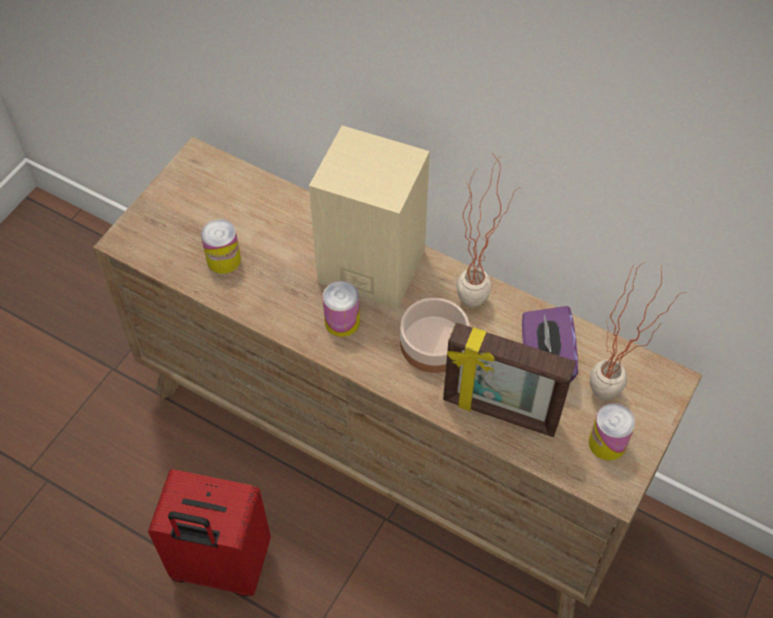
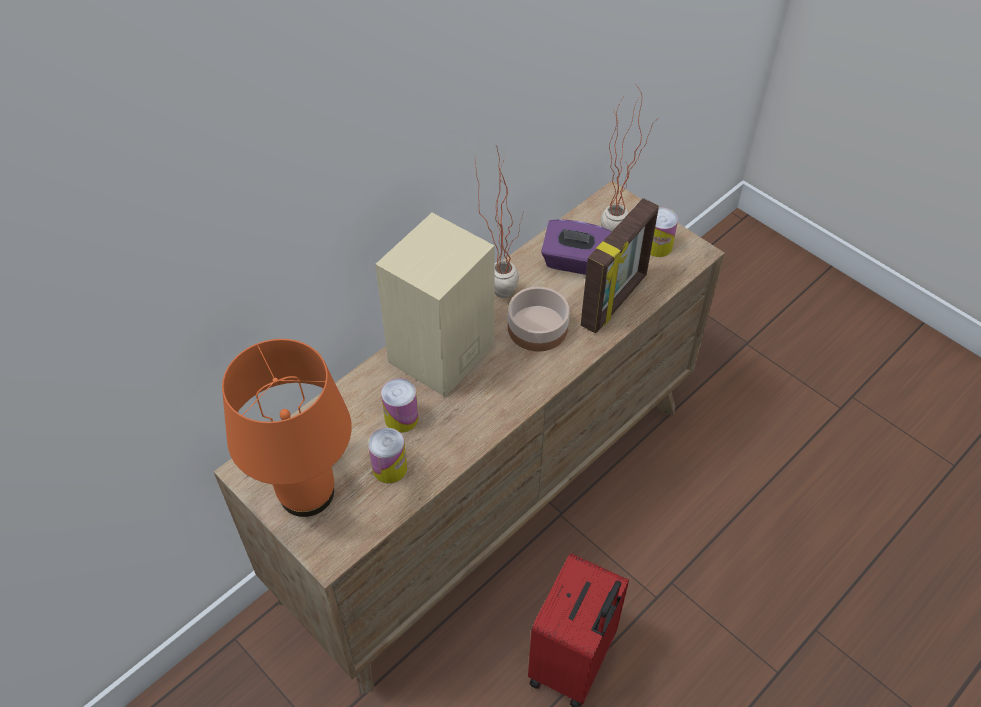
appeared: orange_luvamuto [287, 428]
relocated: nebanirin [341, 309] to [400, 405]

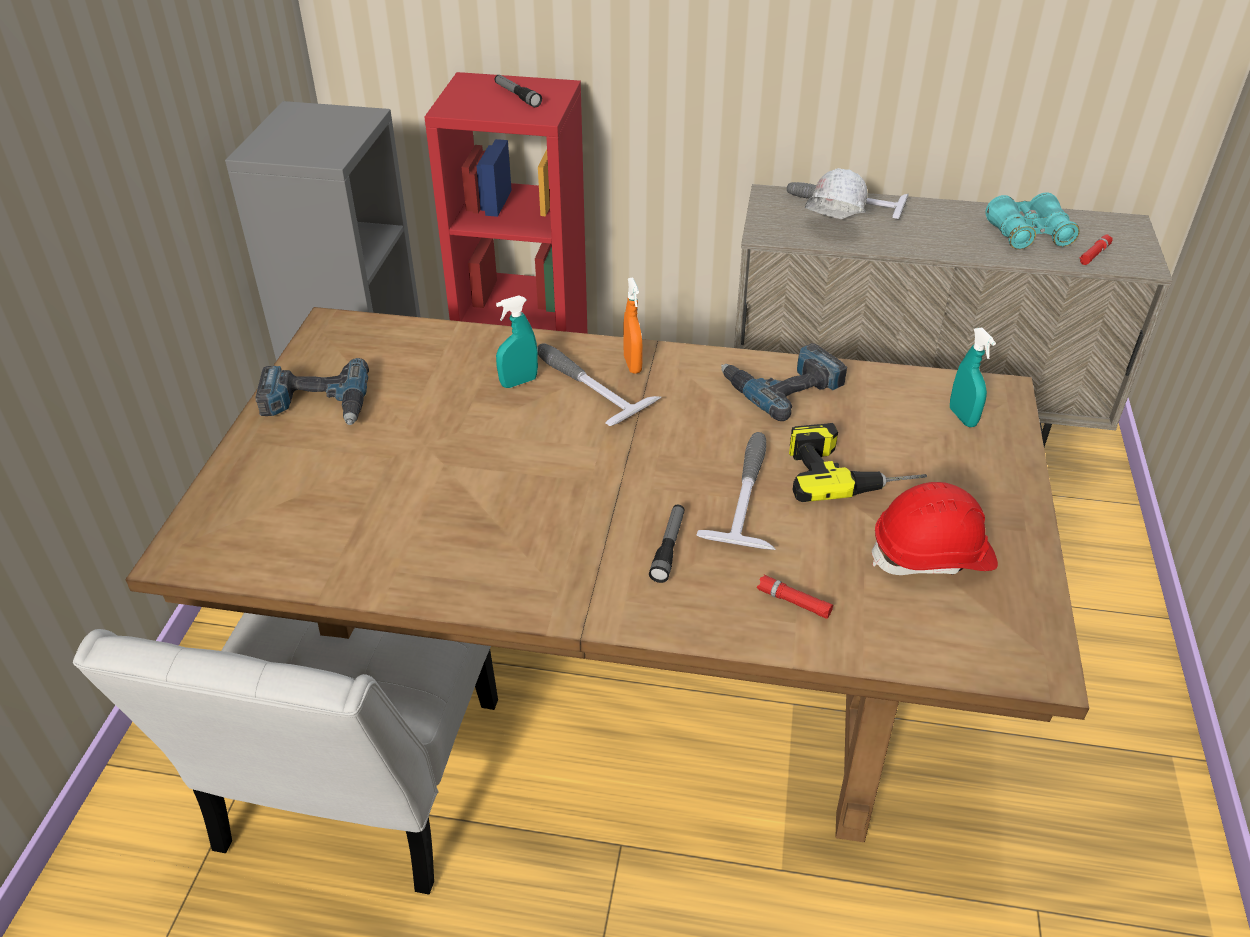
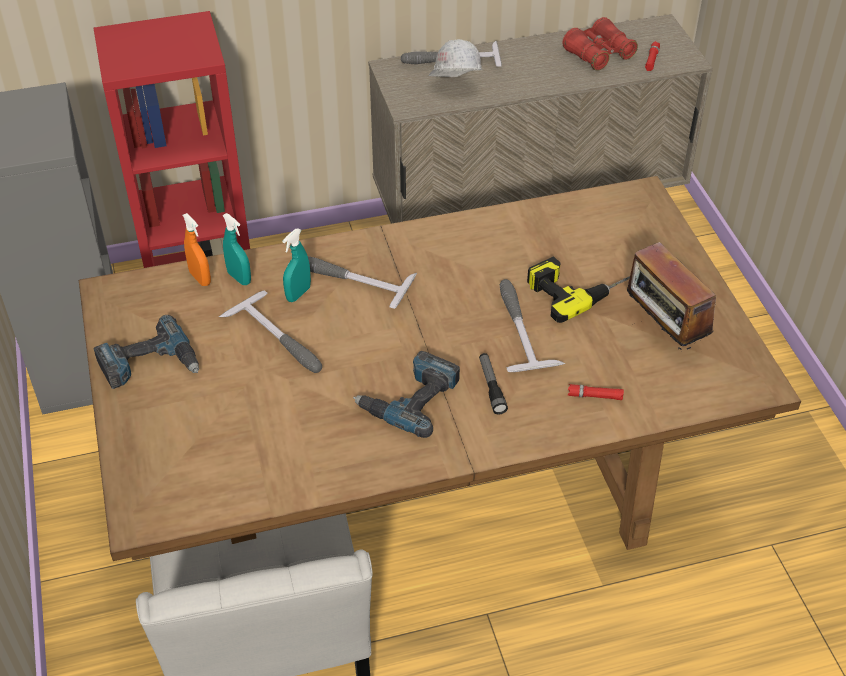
missing: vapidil [518, 91]
appeared: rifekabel [270, 331]
relocated: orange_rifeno [633, 325] to [197, 249]; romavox [784, 382] to [406, 394]; turquoise_rifeno [973, 377] to [236, 249]
exchanged: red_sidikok [935, 528] to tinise [671, 297]
colour: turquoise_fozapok [1032, 221] to red_fozapok [600, 44]

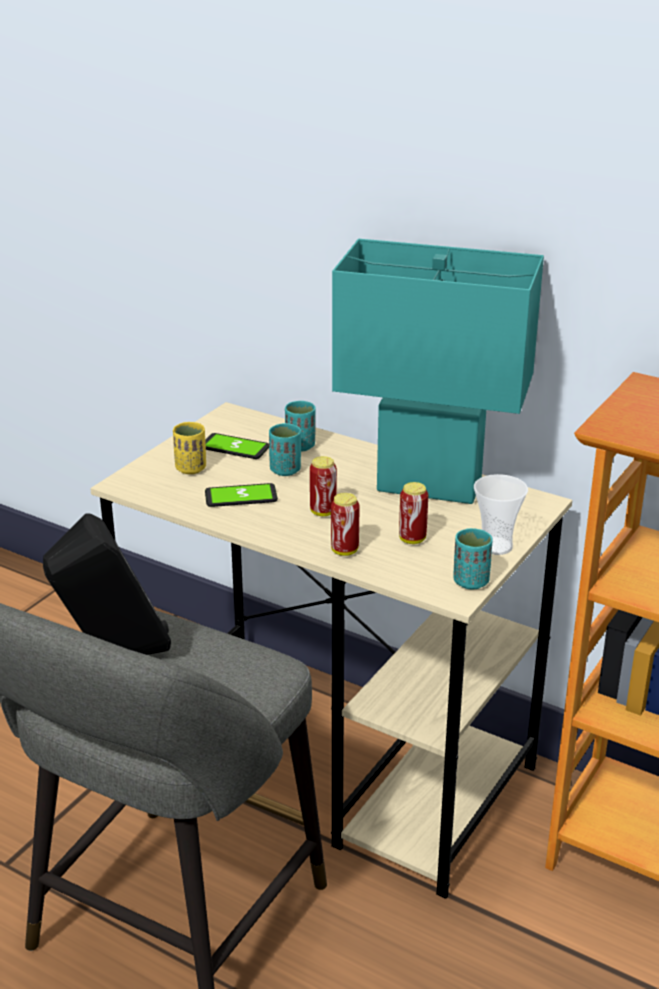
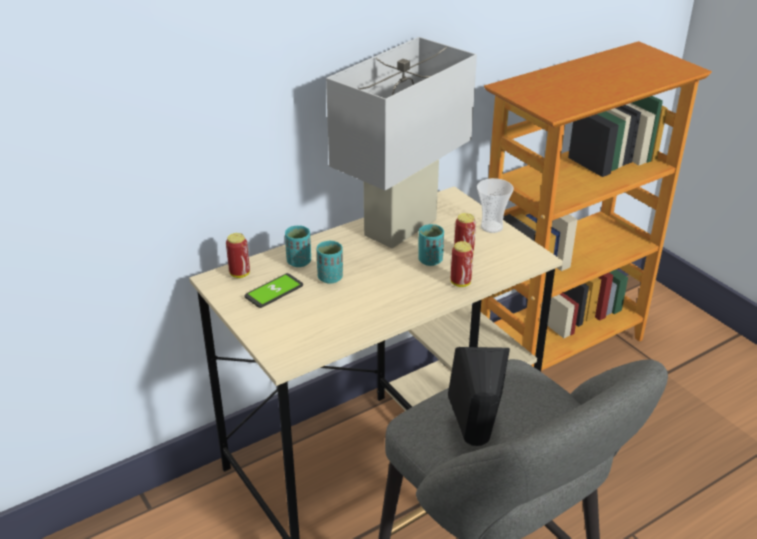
missing: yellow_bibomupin [189, 448]; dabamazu [241, 495]
relocated: nebanirin [323, 486] to [238, 255]; turquoise_bibomupin [473, 558] to [431, 245]
colour: turquoise_luvamuto [438, 371] to white_luvamuto [401, 142]

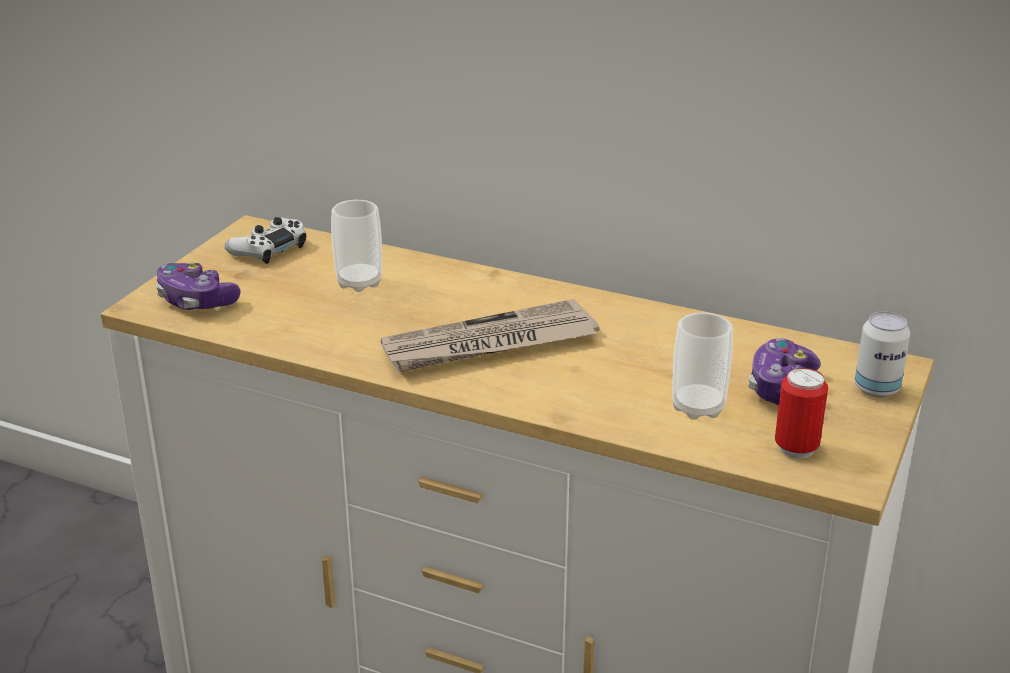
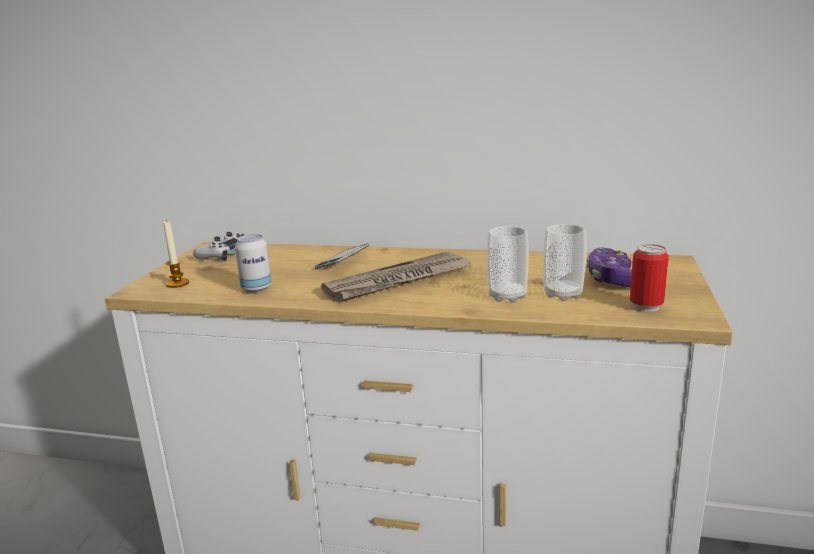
appeared: dabamazu [342, 256]
relocated: bibomupin [356, 246] to [508, 264]; nebanirin [882, 354] to [253, 263]
exchanged: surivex [198, 286] to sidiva [176, 254]

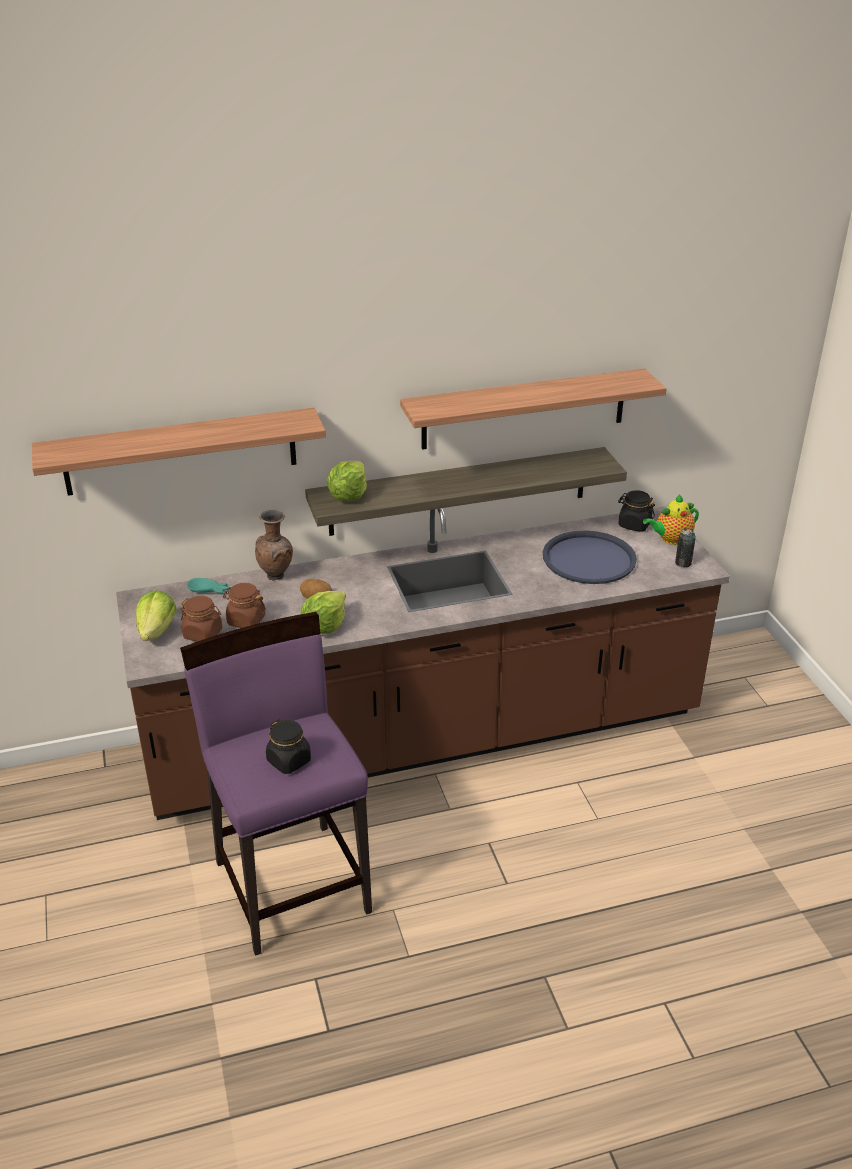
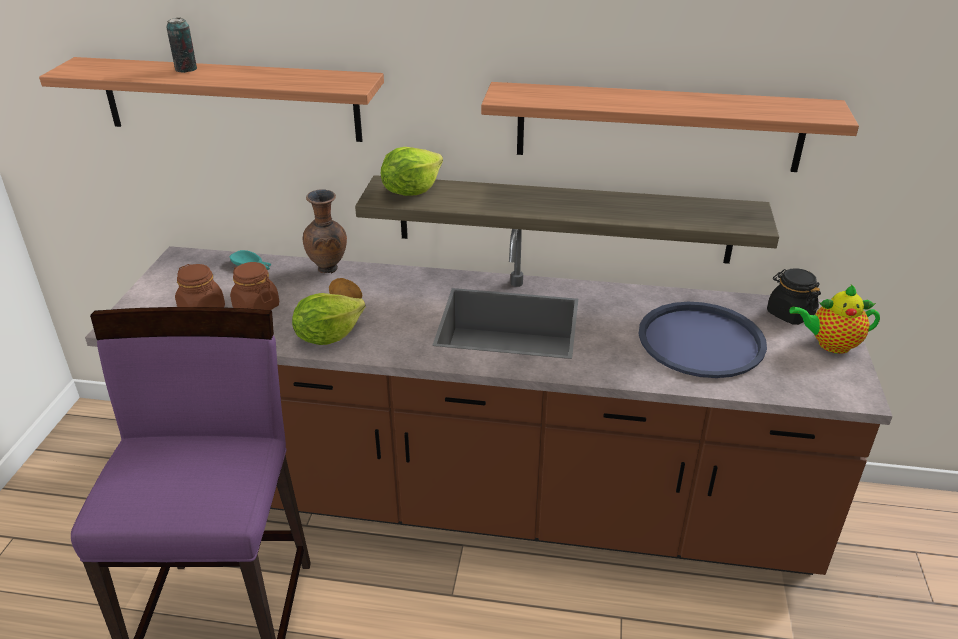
missing: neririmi [156, 616]; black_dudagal [288, 746]
relocated: nebanirin [685, 548] to [181, 45]

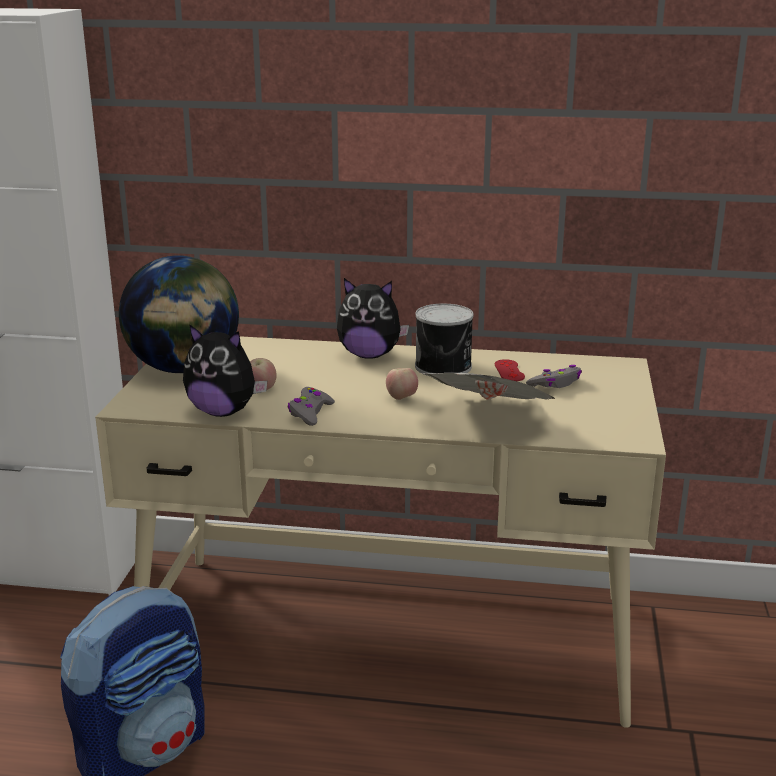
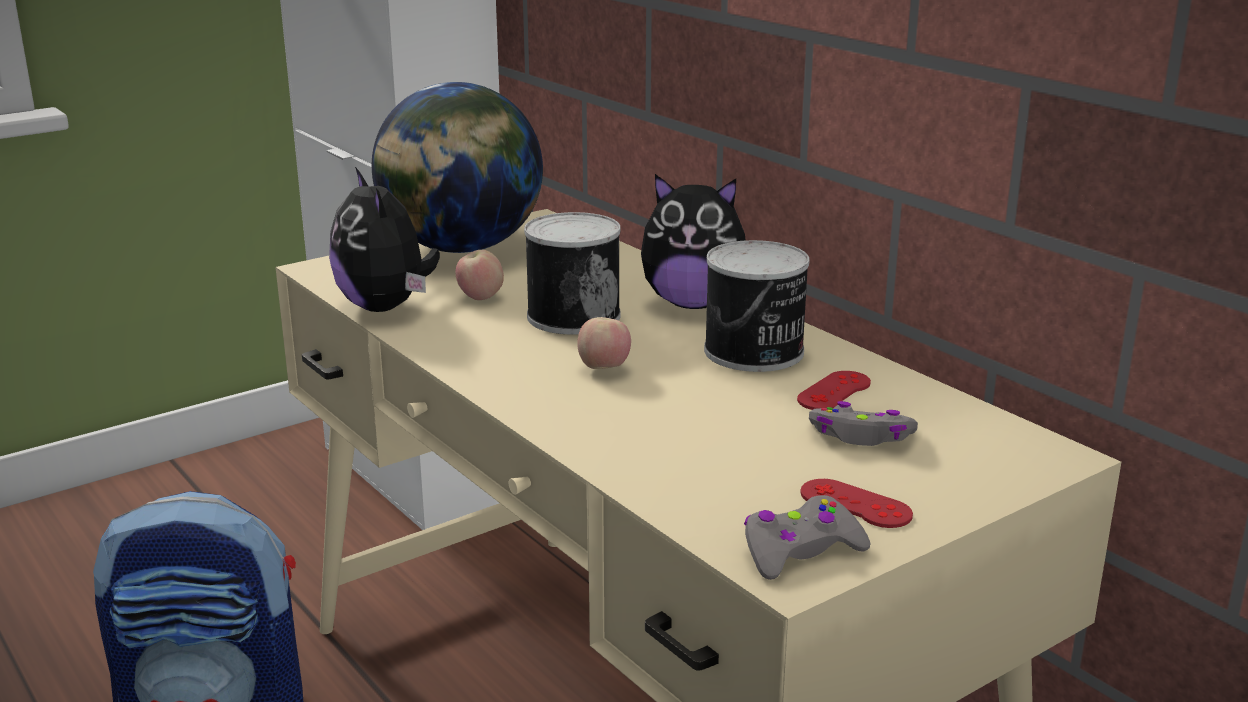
missing: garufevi [488, 386]
appeared: nebanirin [572, 273]; red_surivex [856, 503]
relocated: grey_surivex [311, 406] to [807, 537]
spun: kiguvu [373, 318] = [693, 241] 45 degrees counterclockwise

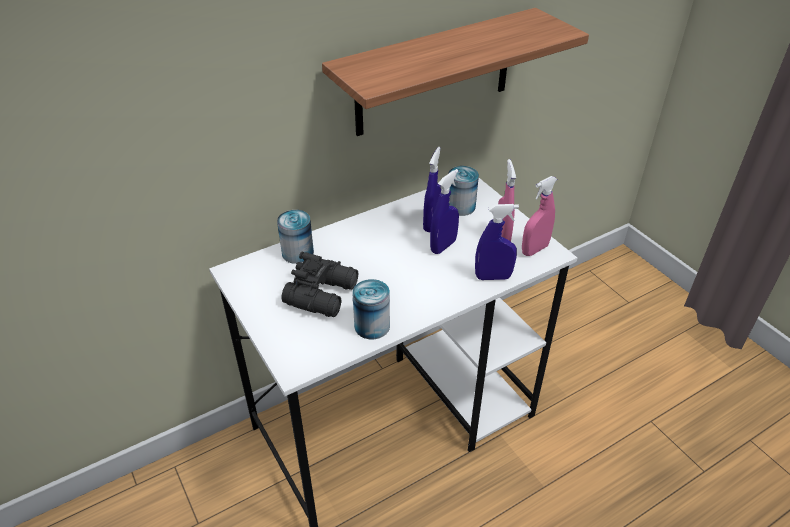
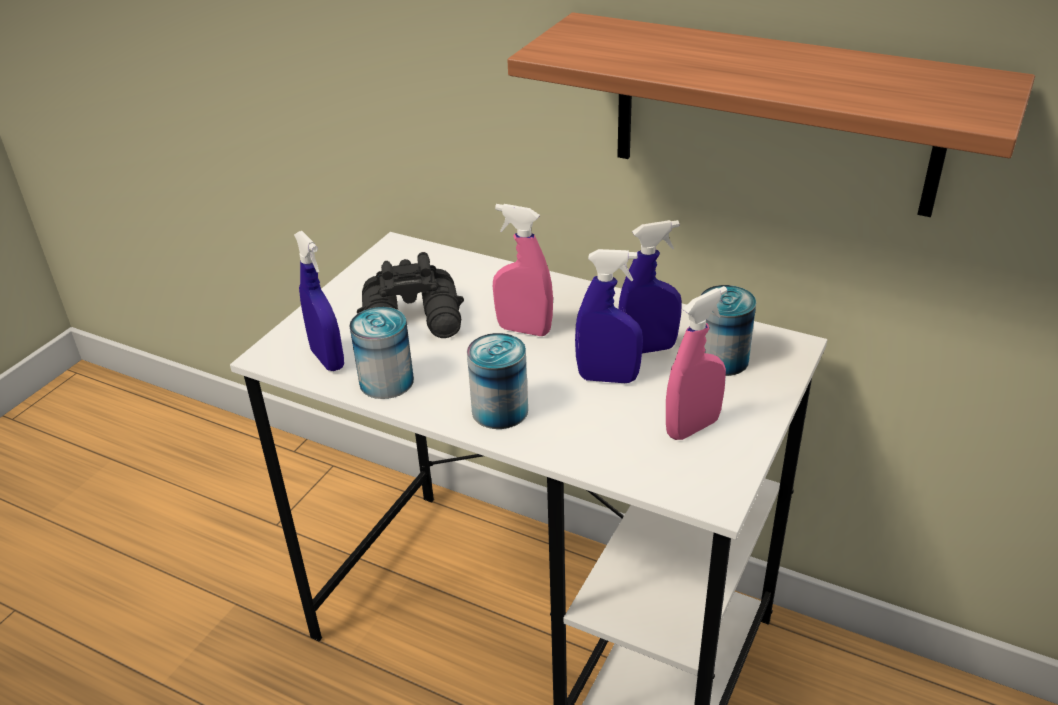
relocated: nebanirin [295, 237] to [497, 381]; blue_rifeno [497, 242] to [319, 301]; pink_rifeno [539, 216] to [523, 270]

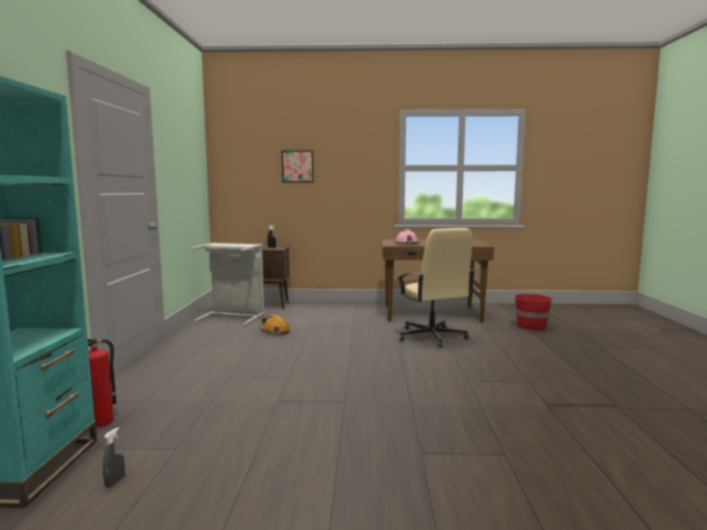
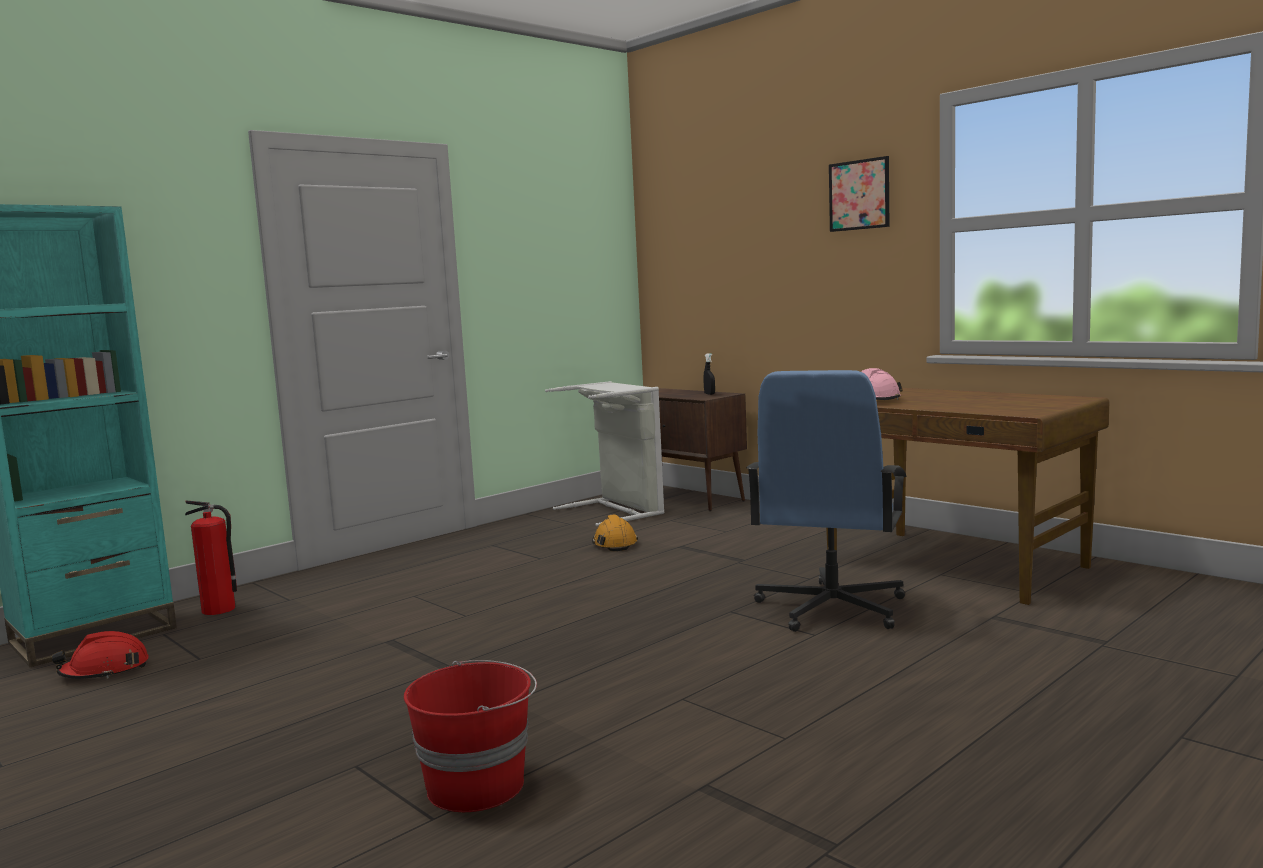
relocated: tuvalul [298, 166] to [859, 194]; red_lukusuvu [533, 312] to [470, 736]
exchanged: grey_rifeno [114, 457] to red_sidikok [100, 655]
colour: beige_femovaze [436, 288] to blue_femovaze [826, 501]

